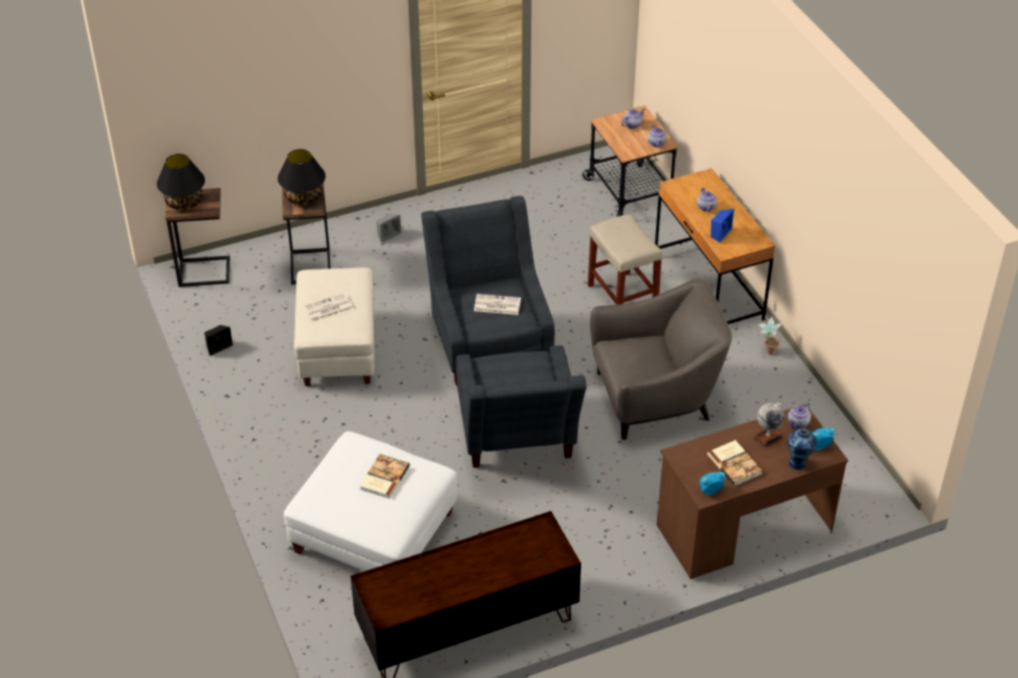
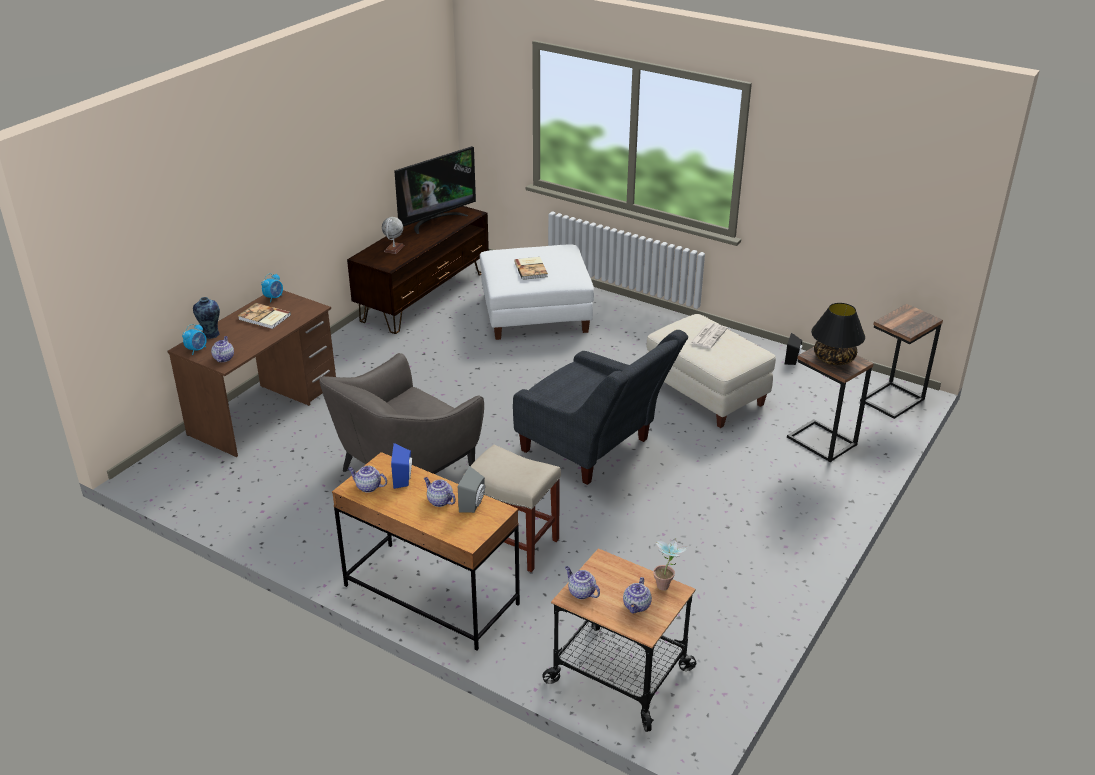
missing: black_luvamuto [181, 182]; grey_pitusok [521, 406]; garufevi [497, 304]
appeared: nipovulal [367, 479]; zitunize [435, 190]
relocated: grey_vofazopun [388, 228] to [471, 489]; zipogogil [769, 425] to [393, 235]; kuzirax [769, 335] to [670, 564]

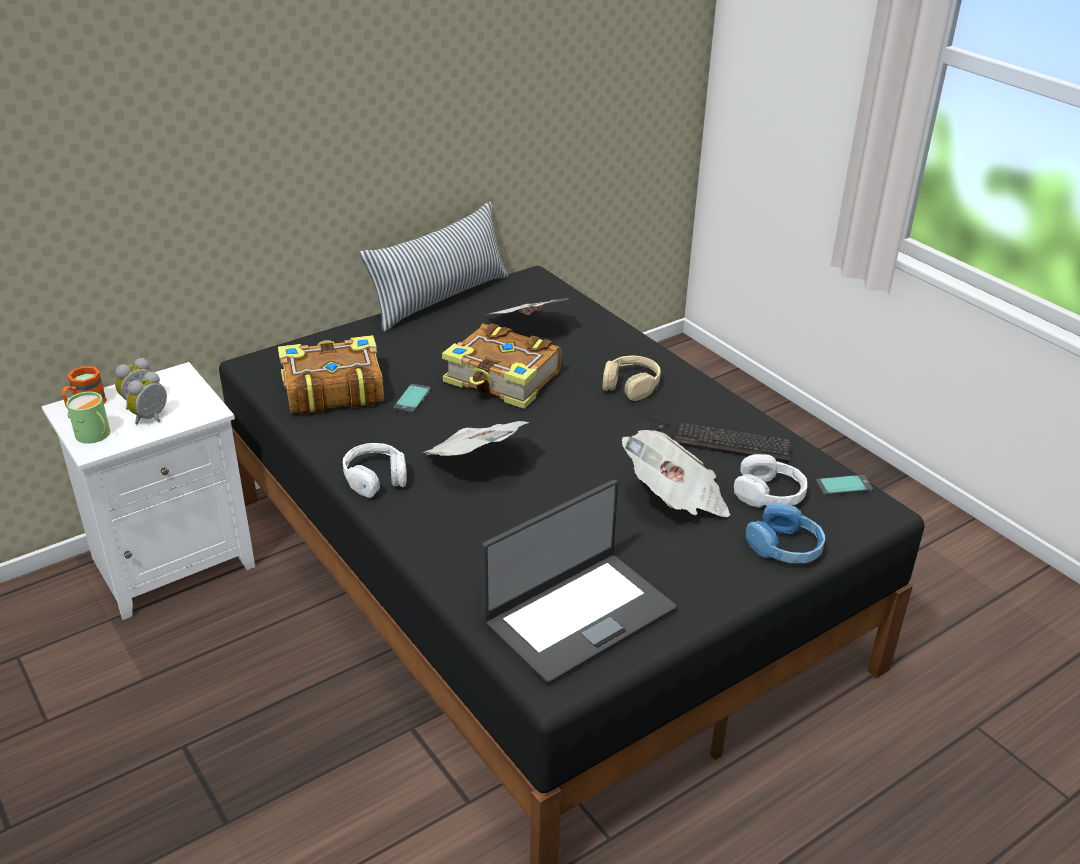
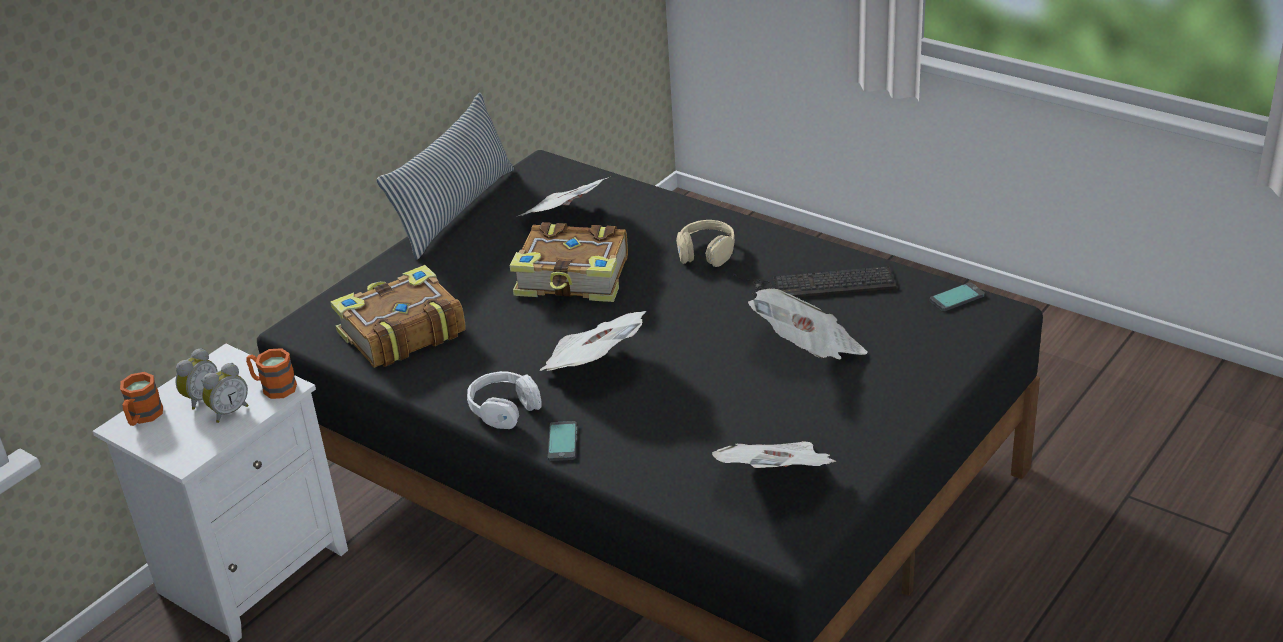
missing: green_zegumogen [88, 418]; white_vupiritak [770, 481]; blue_vupiritak [785, 533]
appeared: orange_zegumogen [271, 373]
relocated: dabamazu [412, 399] to [562, 441]
exchanged: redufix [579, 582] to garufevi [774, 454]
spun: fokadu [146, 398] = [225, 393] 150 degrees counterclockwise

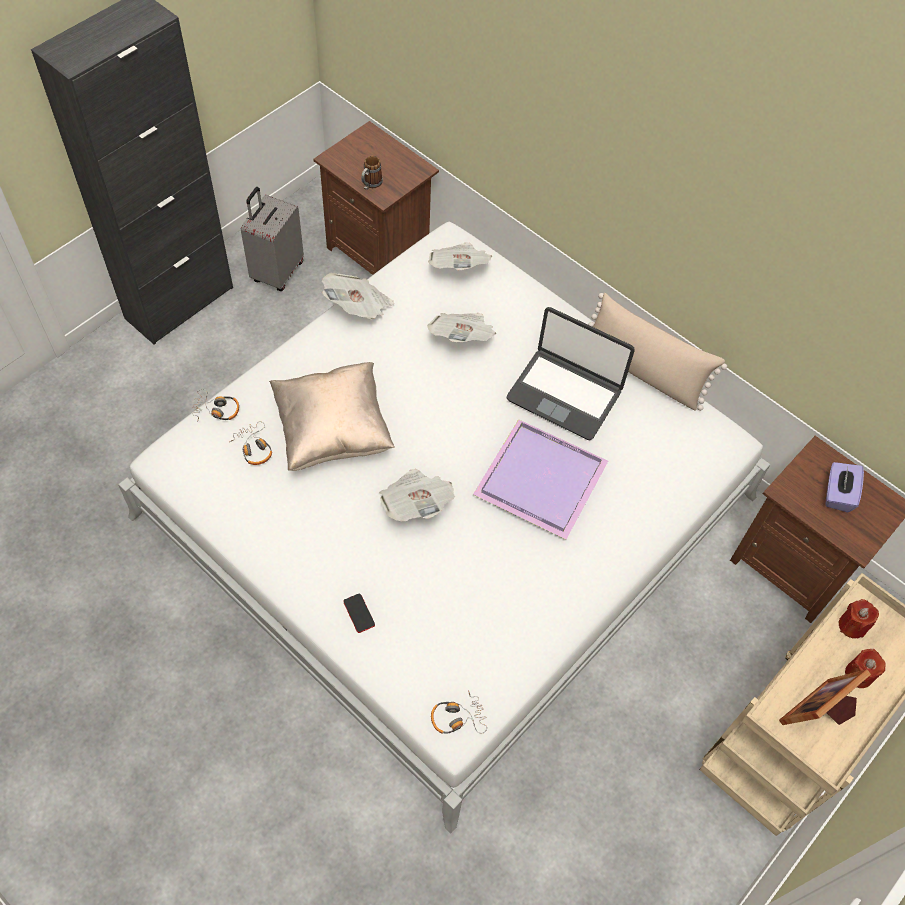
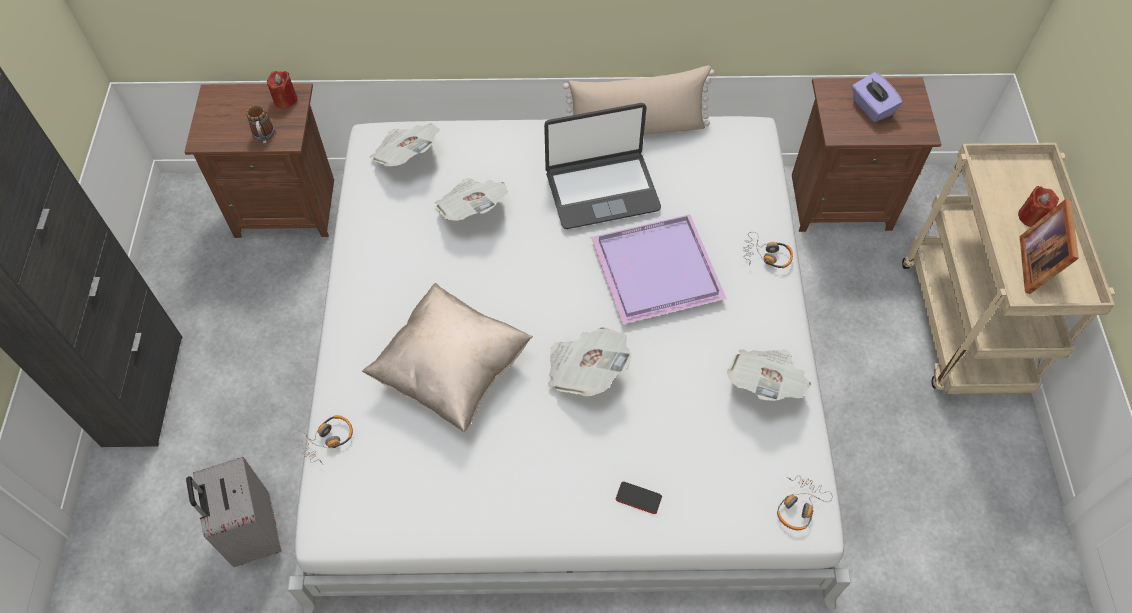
relocated: vupiritak [251, 443] to [768, 250]; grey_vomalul [272, 239] to [233, 512]; garufevi [358, 296] to [769, 375]; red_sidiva [859, 619] to [282, 90]

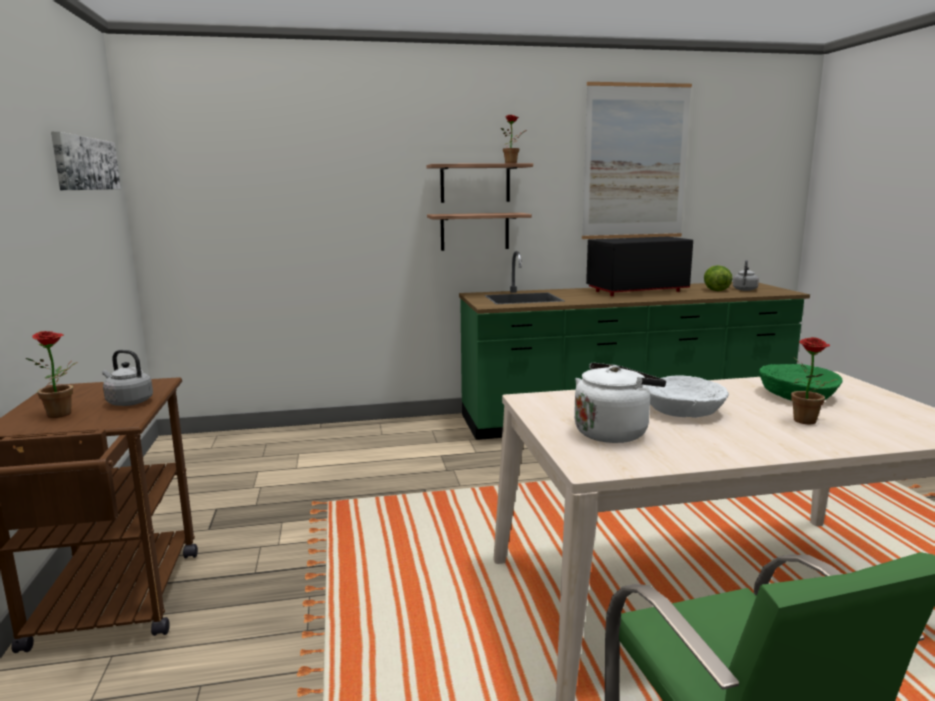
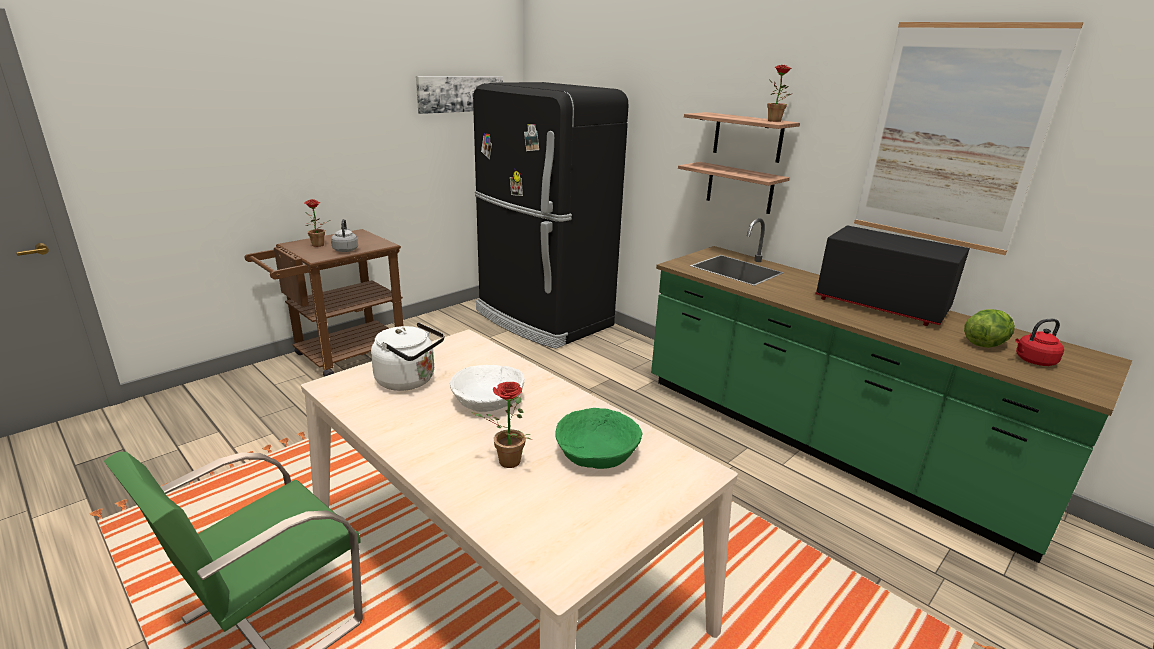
appeared: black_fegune [551, 215]
colour: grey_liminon [746, 275] to red_liminon [1039, 342]

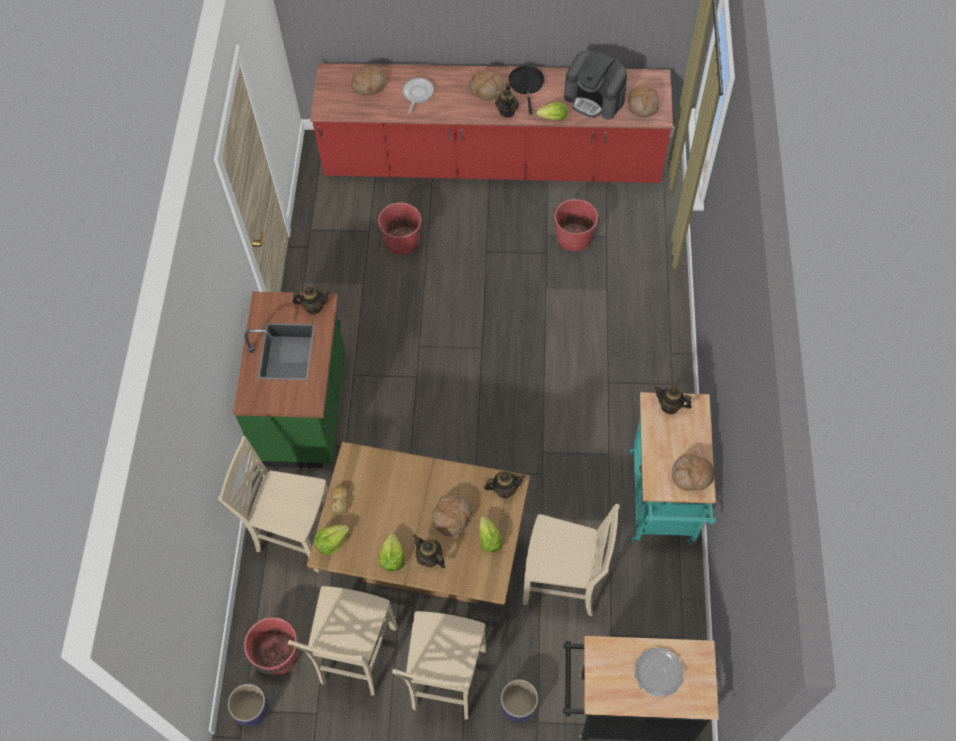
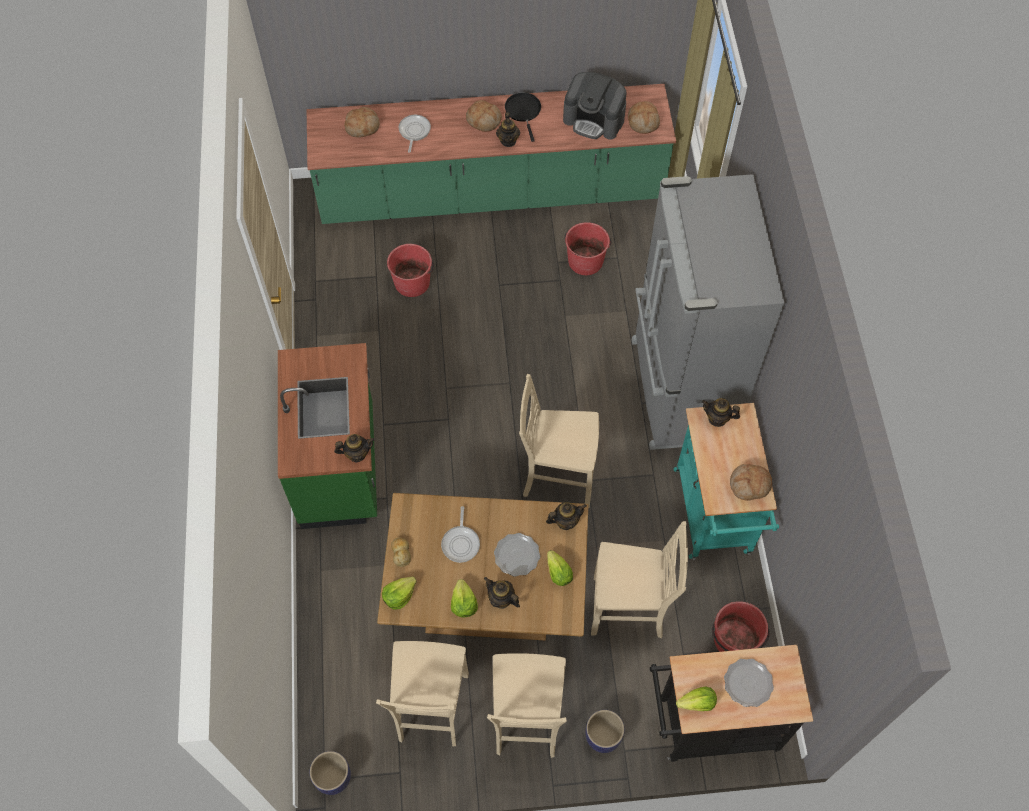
appeared: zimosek [460, 534]; grey_fegune [708, 312]
relocated: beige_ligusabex [273, 504] to [559, 441]; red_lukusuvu [270, 646] to [740, 626]; nipovulal [311, 300] to [354, 448]; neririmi [551, 111] to [696, 699]
exchanged: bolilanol [452, 515] to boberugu [517, 555]
colour: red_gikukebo [491, 123] to green_gikukebo [491, 154]

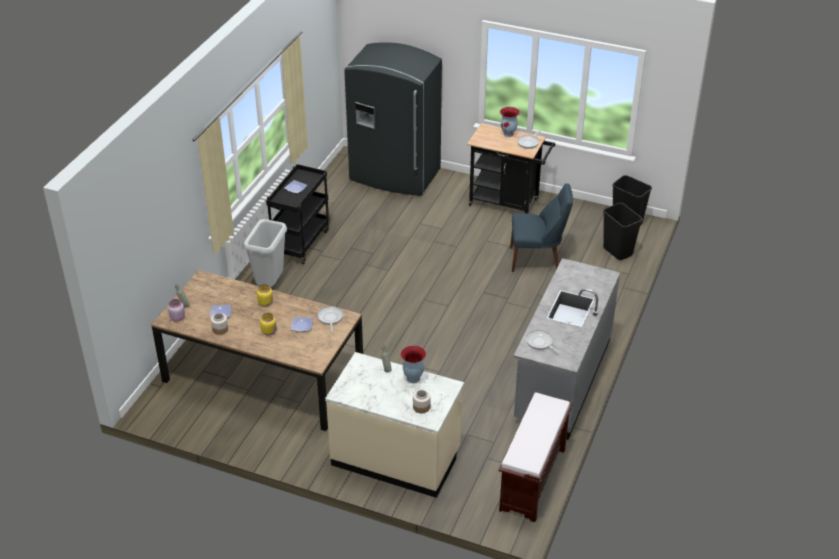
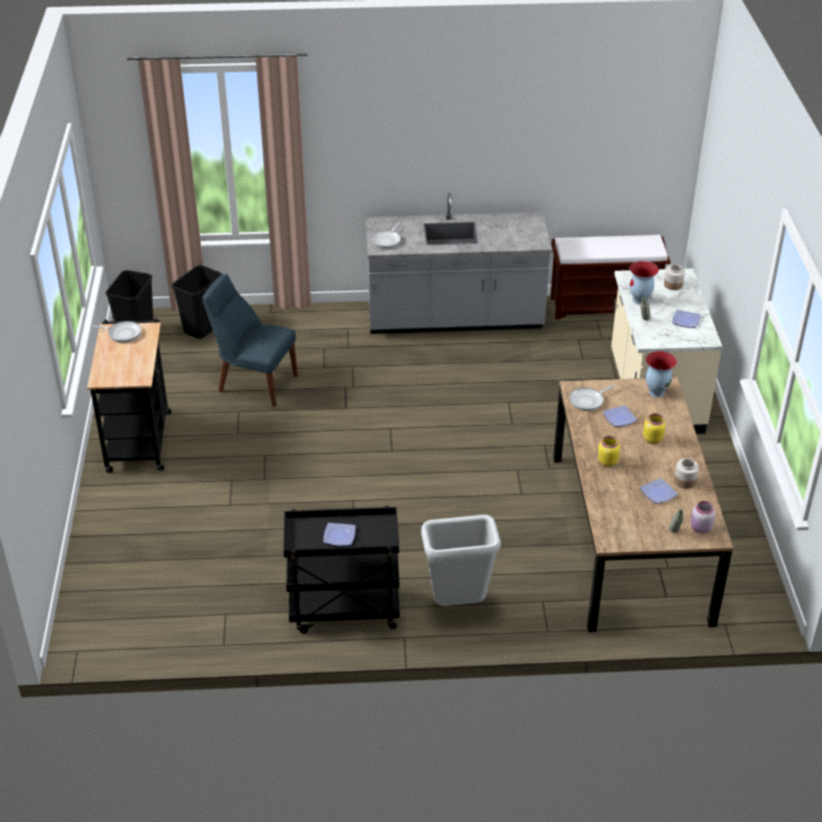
missing: grey_fegune [393, 119]
appeared: boberugu [686, 319]
relocated: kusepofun [510, 122] to [661, 374]; zimosek [543, 342] to [386, 235]
spun: blue_ligusabex [541, 227] = [250, 340] 45 degrees counterclockwise

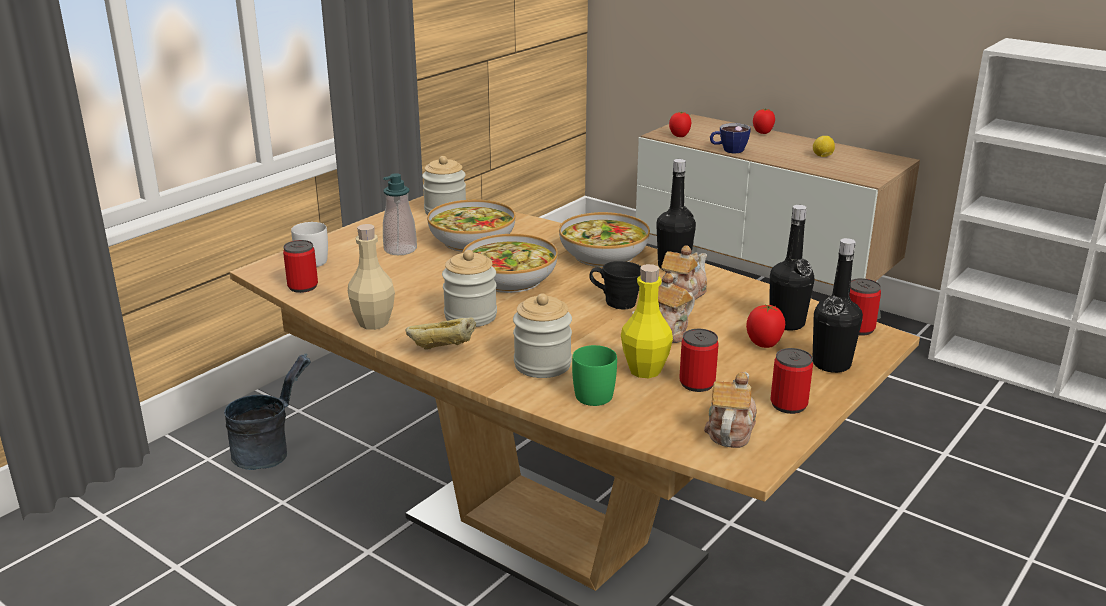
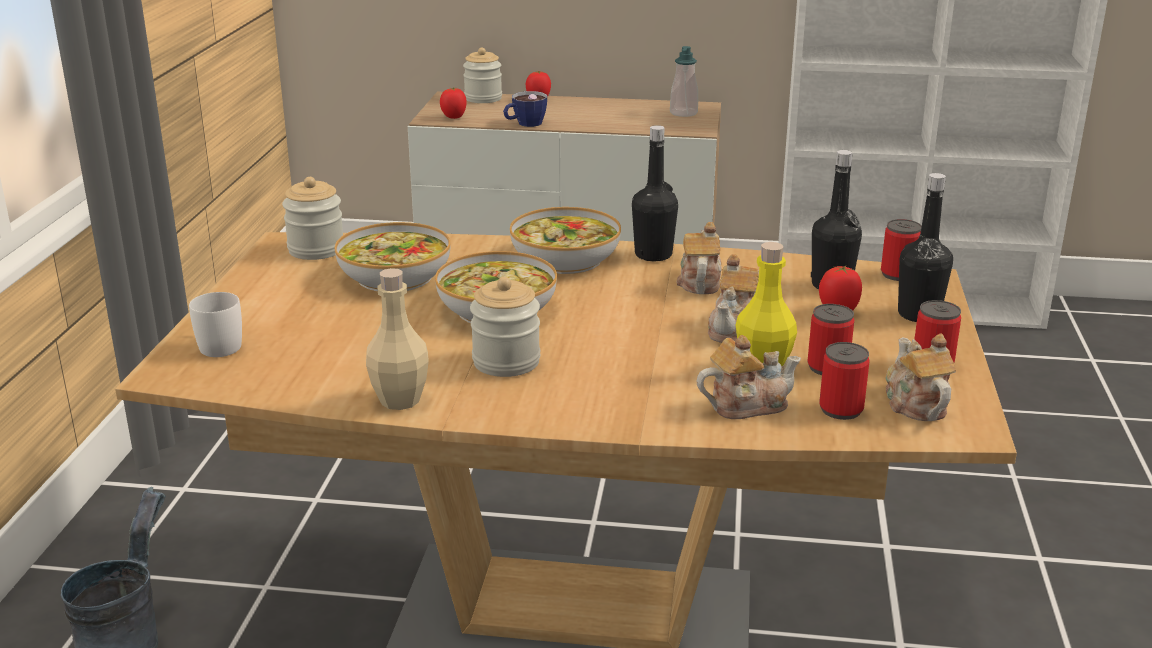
missing: bolilanol [440, 334]; black_zegumogen [615, 285]; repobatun [824, 146]
relocated: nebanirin [300, 266] to [844, 381]; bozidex [400, 214] to [684, 81]; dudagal [542, 335] to [482, 75]
exchanged: green_zegumogen [594, 375] to nipovulal [749, 377]

